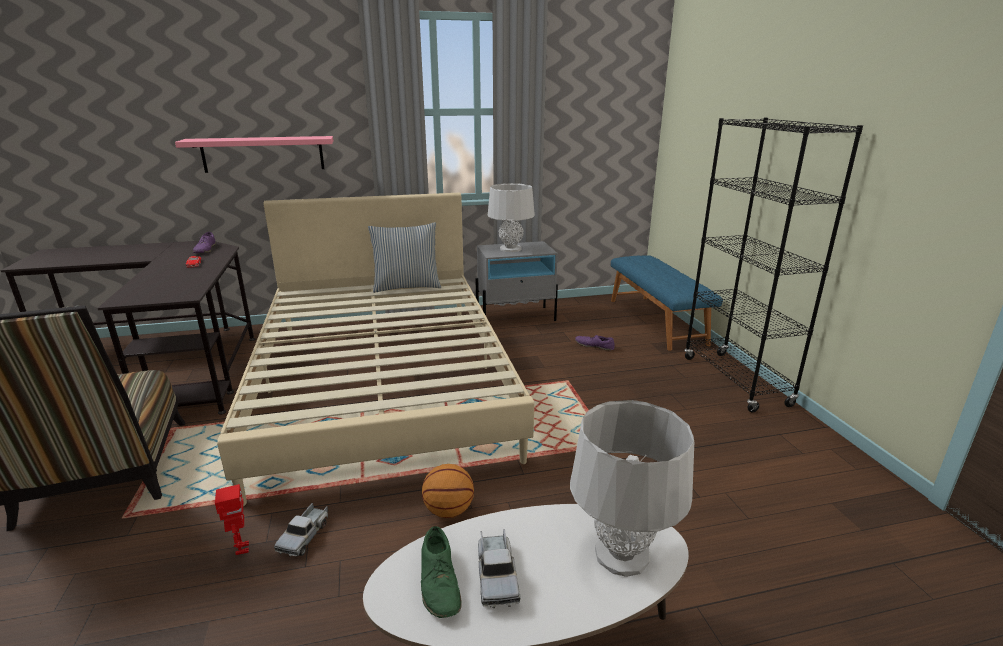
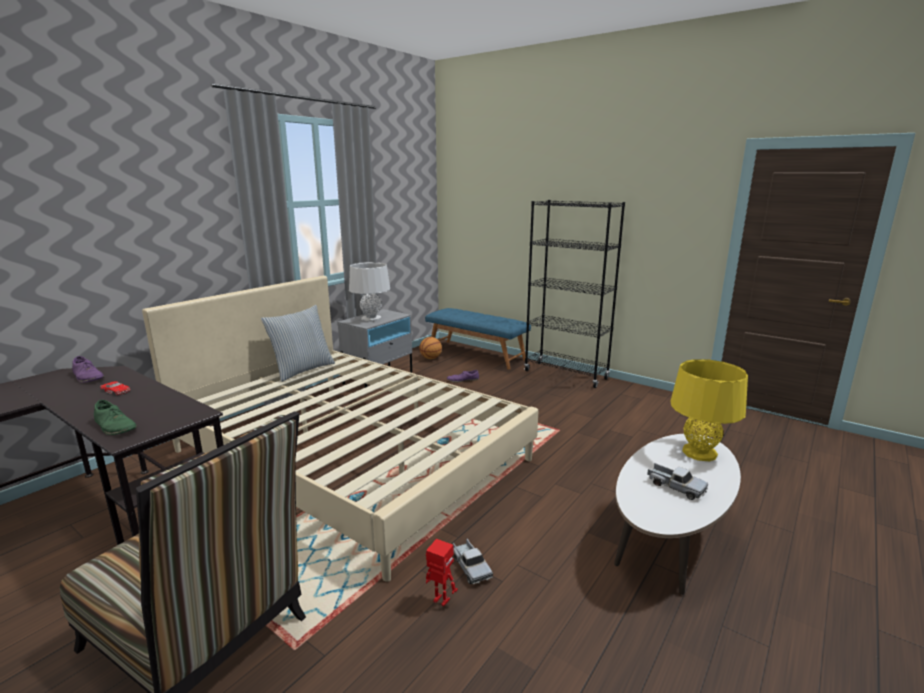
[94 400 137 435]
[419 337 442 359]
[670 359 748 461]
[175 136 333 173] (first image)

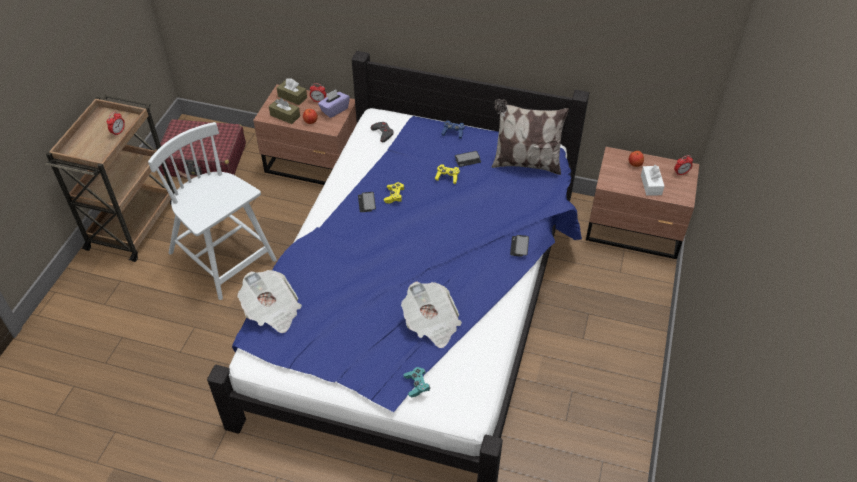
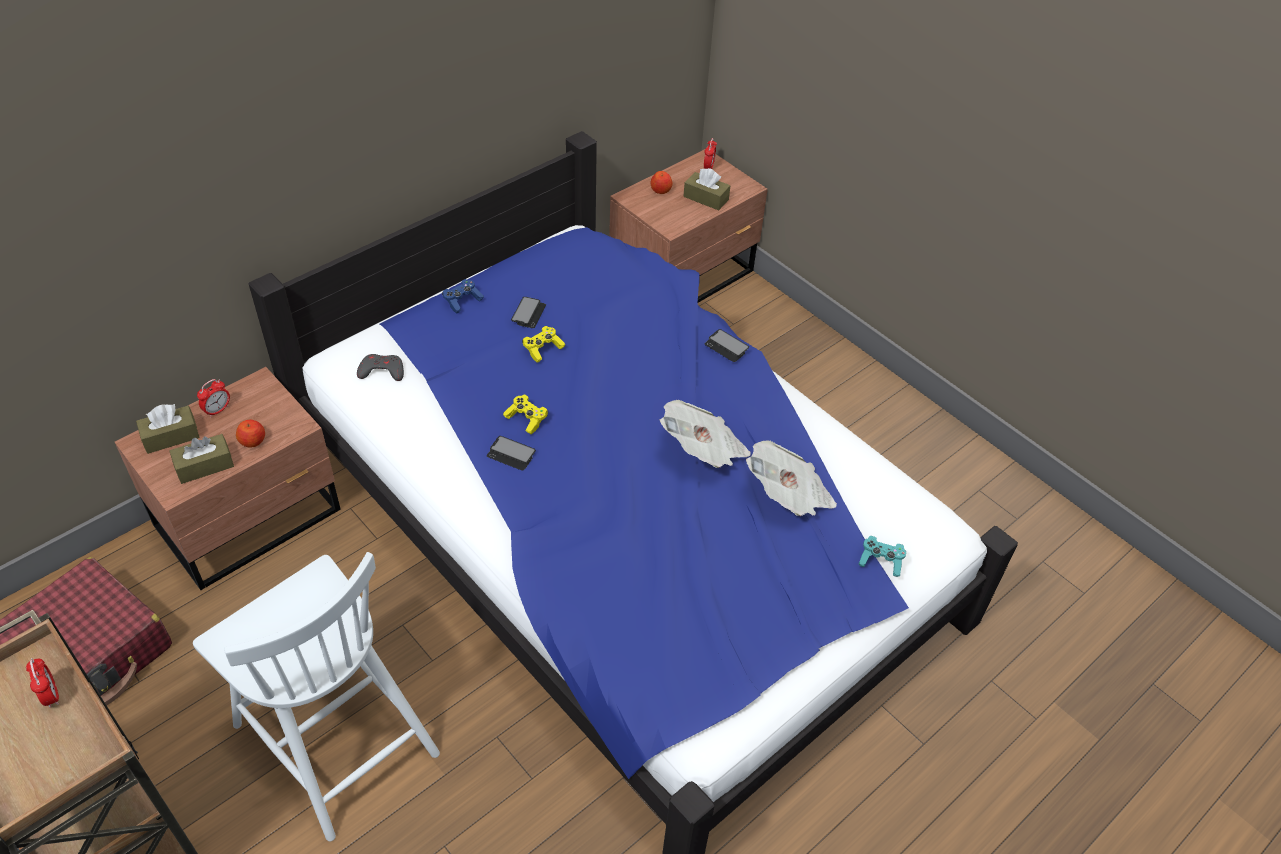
[193 552 440 841]
[660 400 750 468]
[684 168 730 211]
[318 89 350 118] (first image)
[491 99 569 175] (first image)

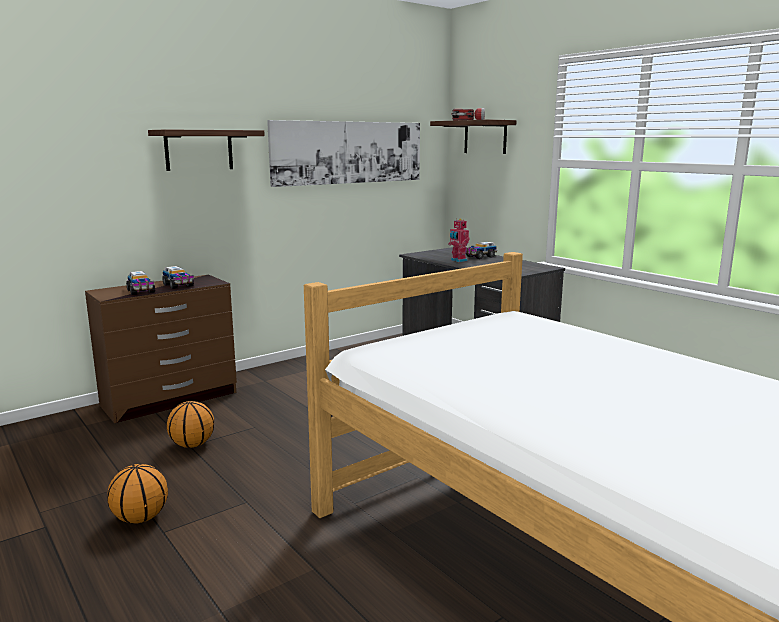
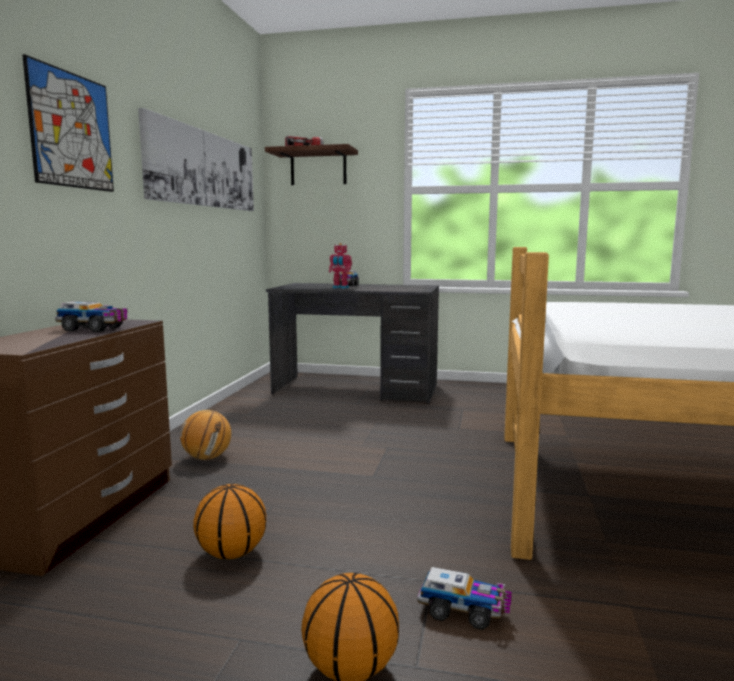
[22 54 114 192]
[180 410 231 460]
[417 567 511 630]

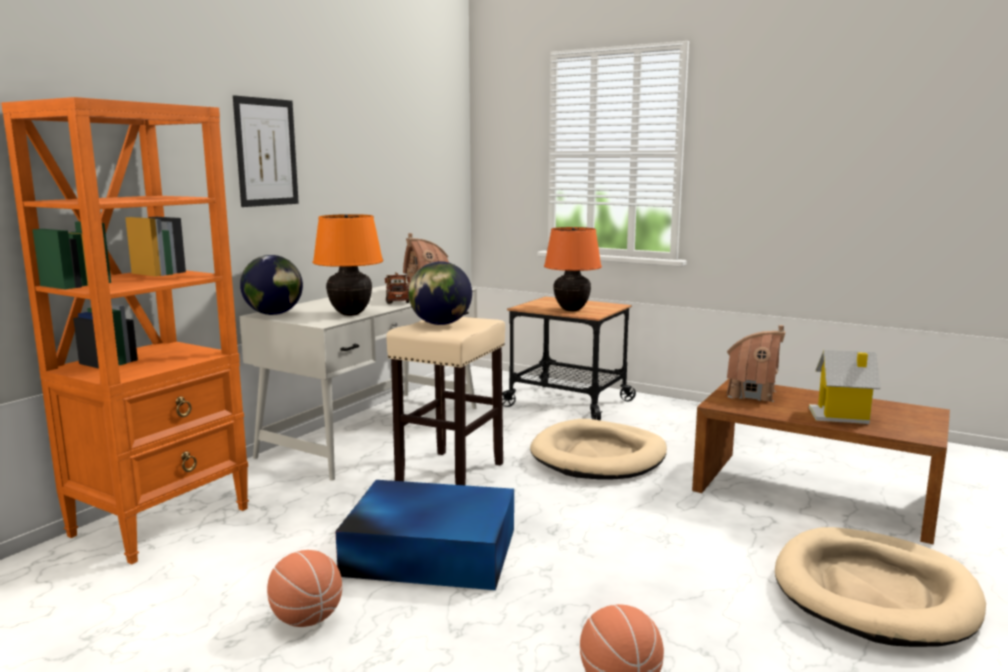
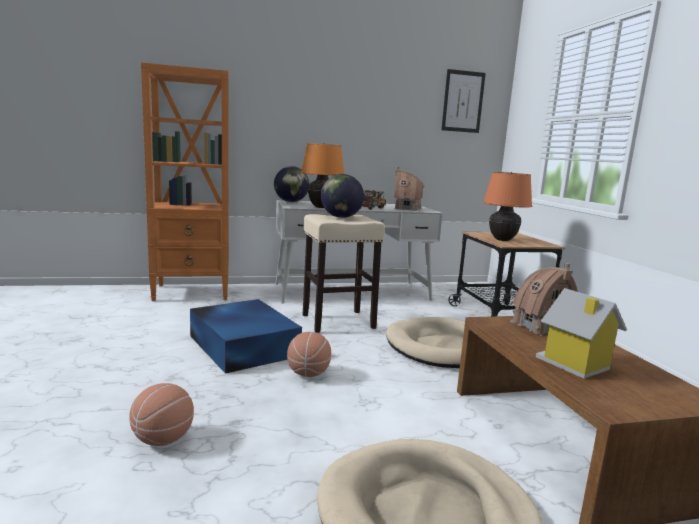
[287 332 331 377]
[441 69 486 133]

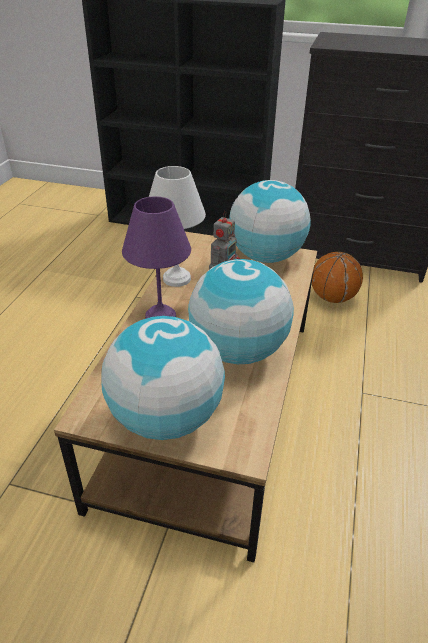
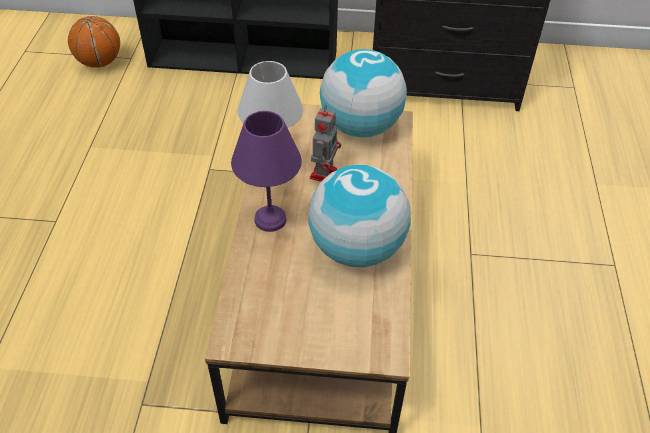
[68 16 120 68]
[102 316 225 440] (first image)

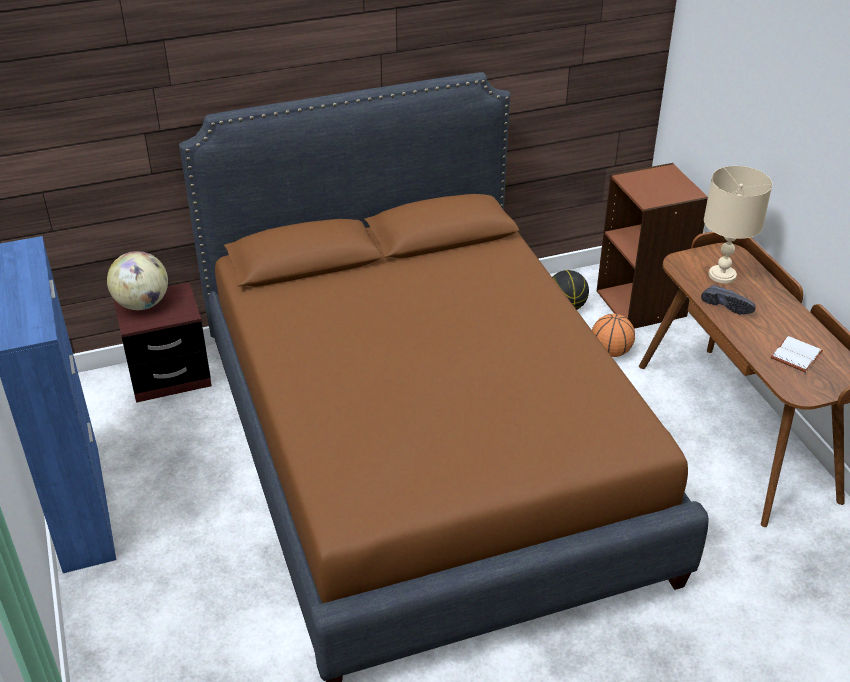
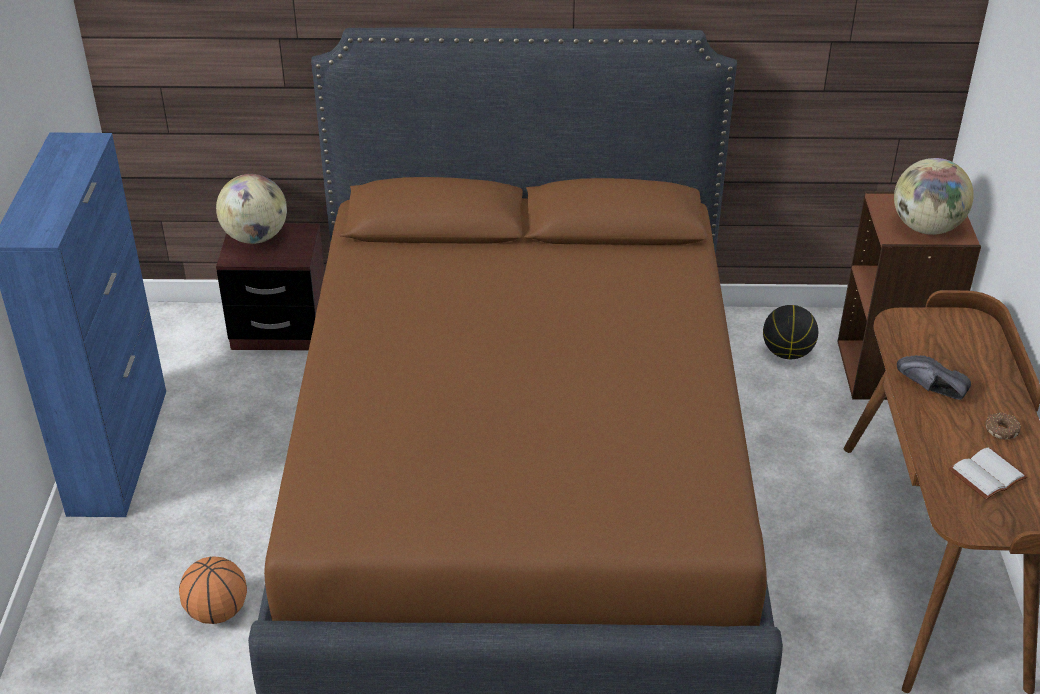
[179 556 247 624]
[894 158 974 235]
[897 355 971 400]
[985 412 1021 440]
[704 166 772 284] (first image)

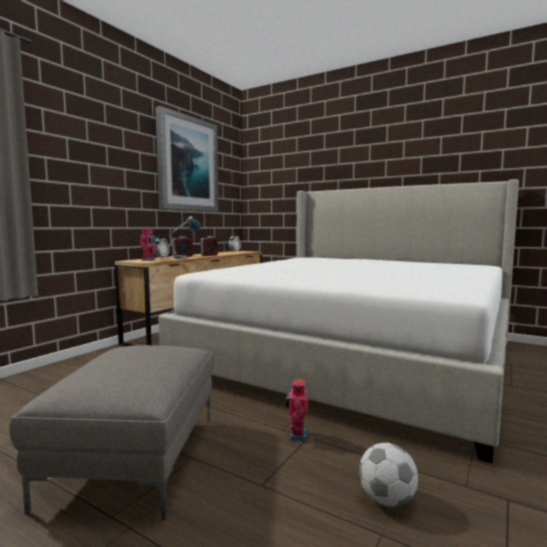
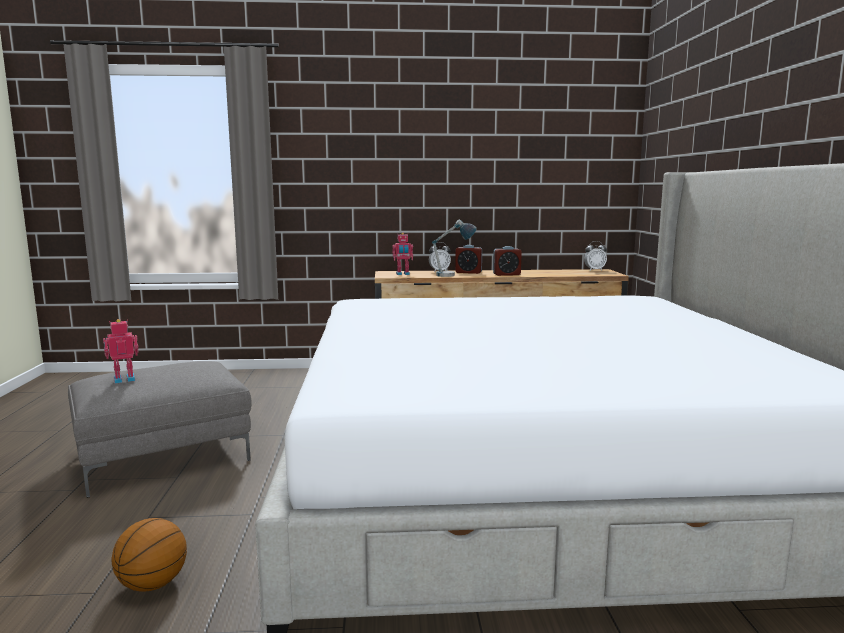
[103 319 139 383]
[112 518 187 592]
[155 106 219 211] (first image)

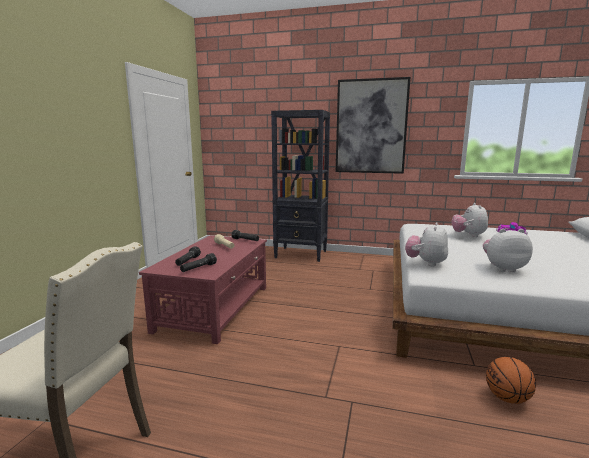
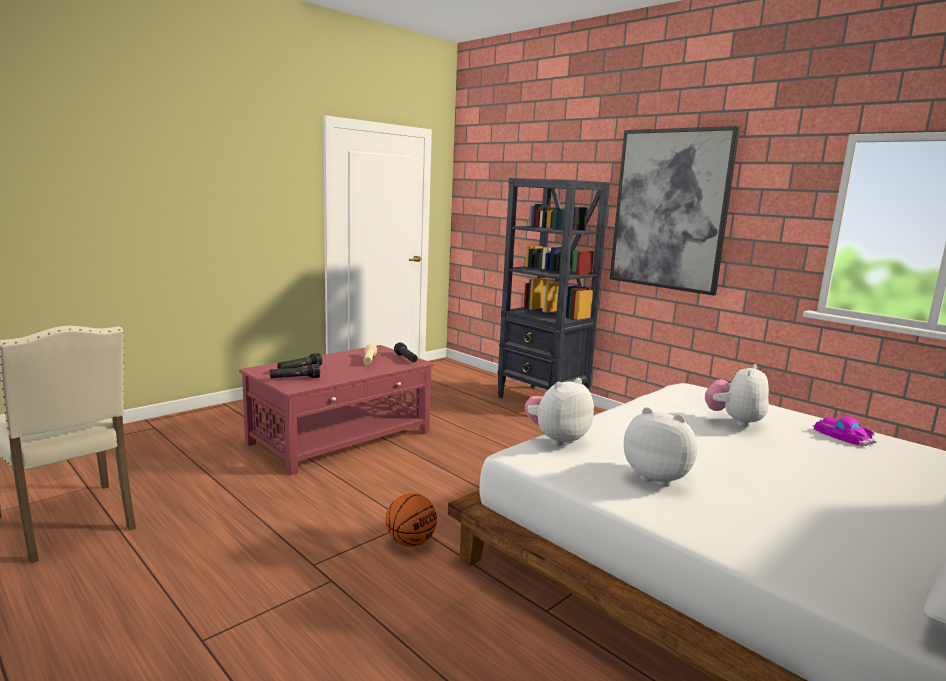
[385 493 437 547]

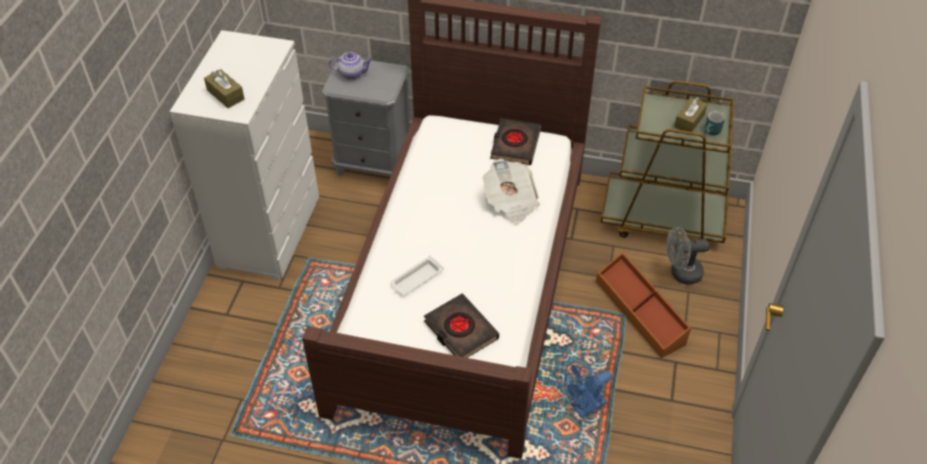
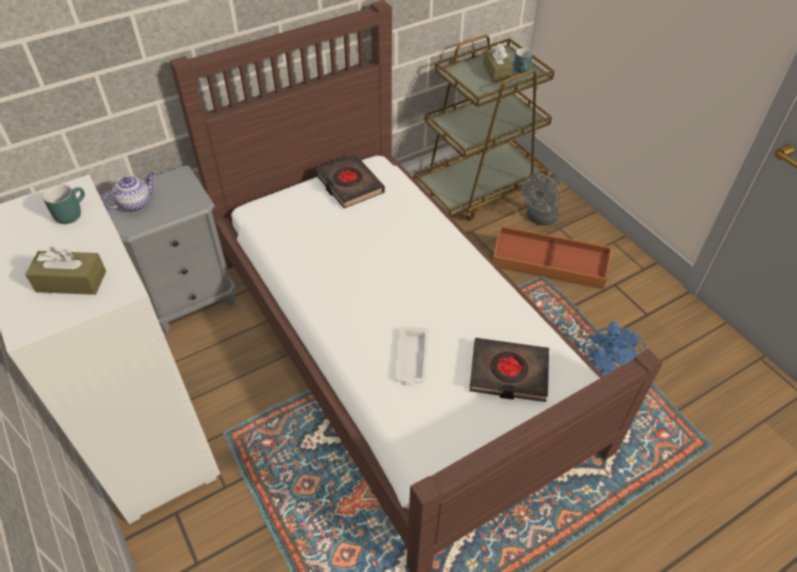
[43 184 85 224]
[483 159 540 225] (first image)

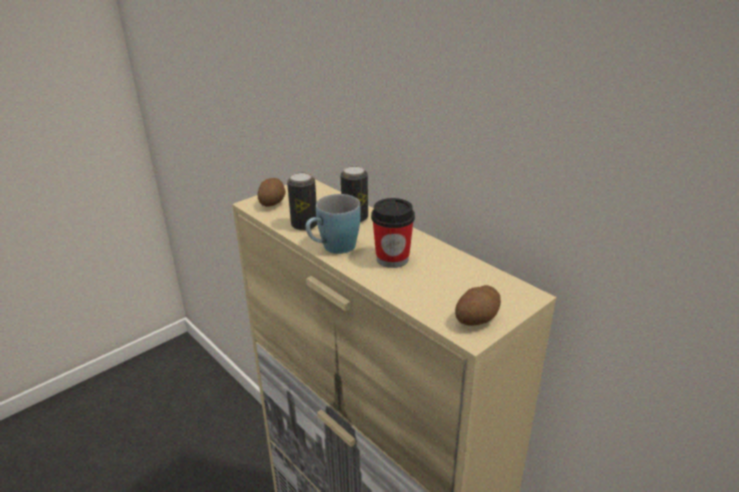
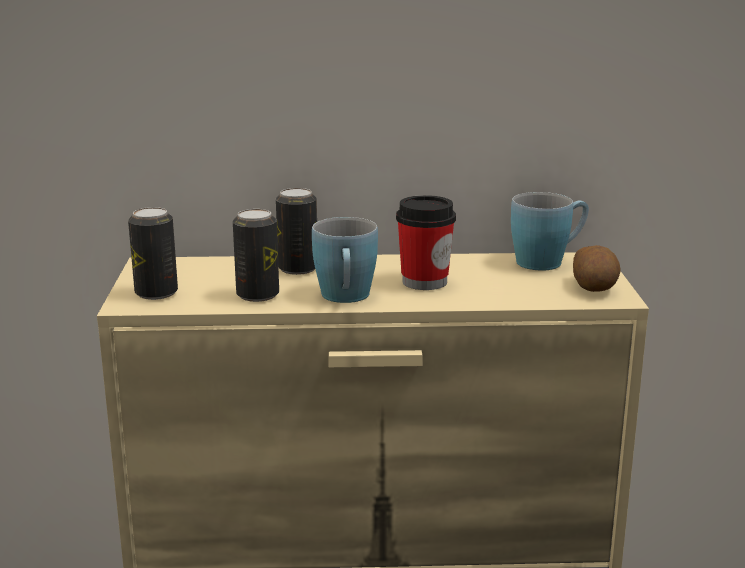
[128 207 178 300]
[511 192 589 271]

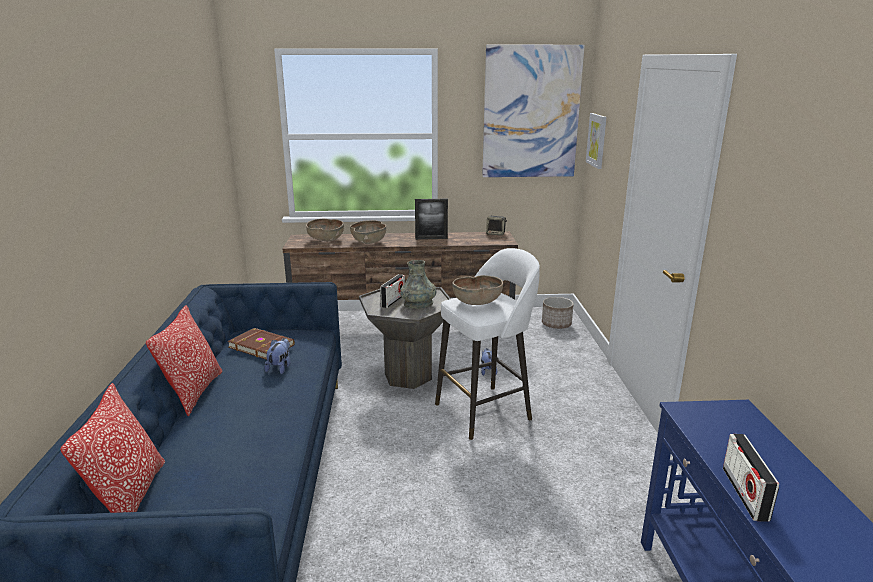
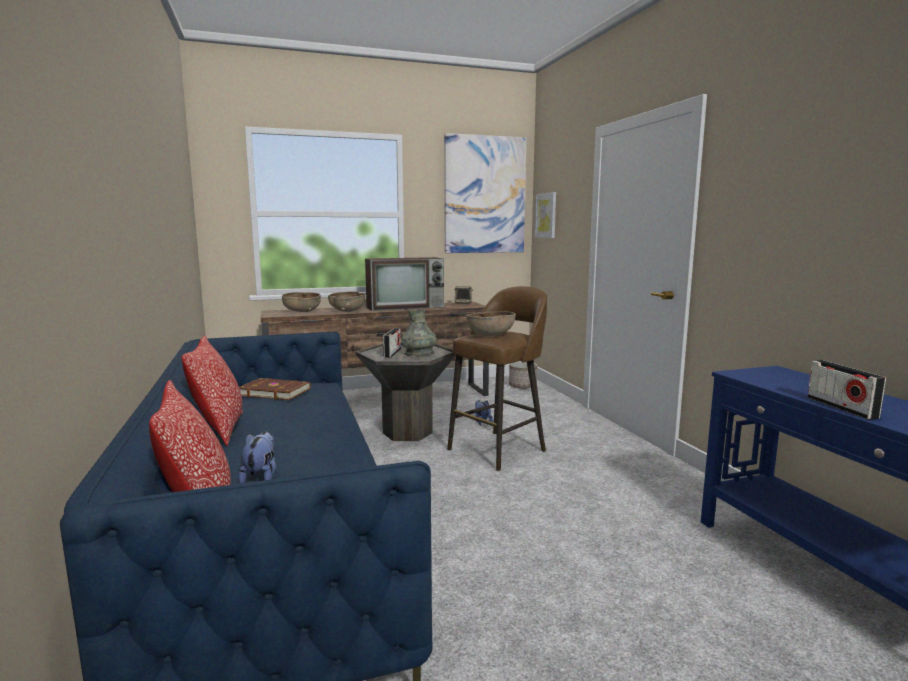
[238 431 276 483]
[365 257 444 311]
[447 286 547 471]

